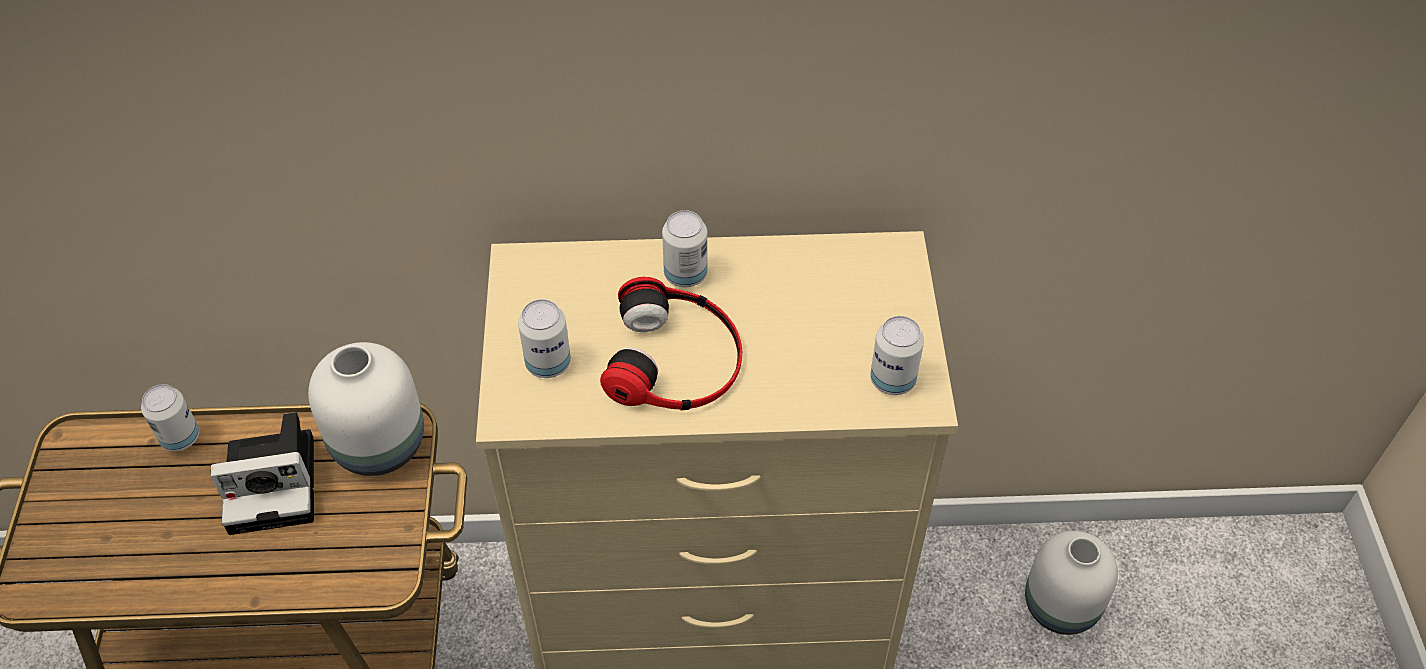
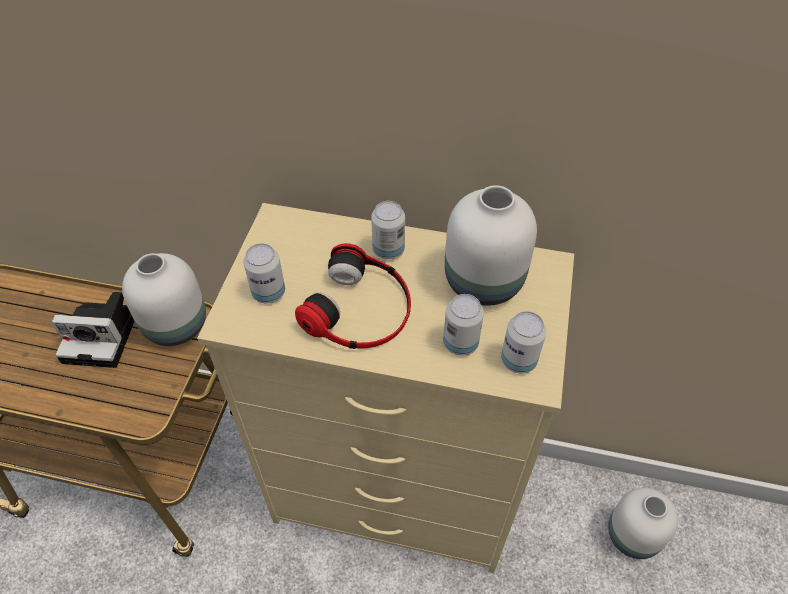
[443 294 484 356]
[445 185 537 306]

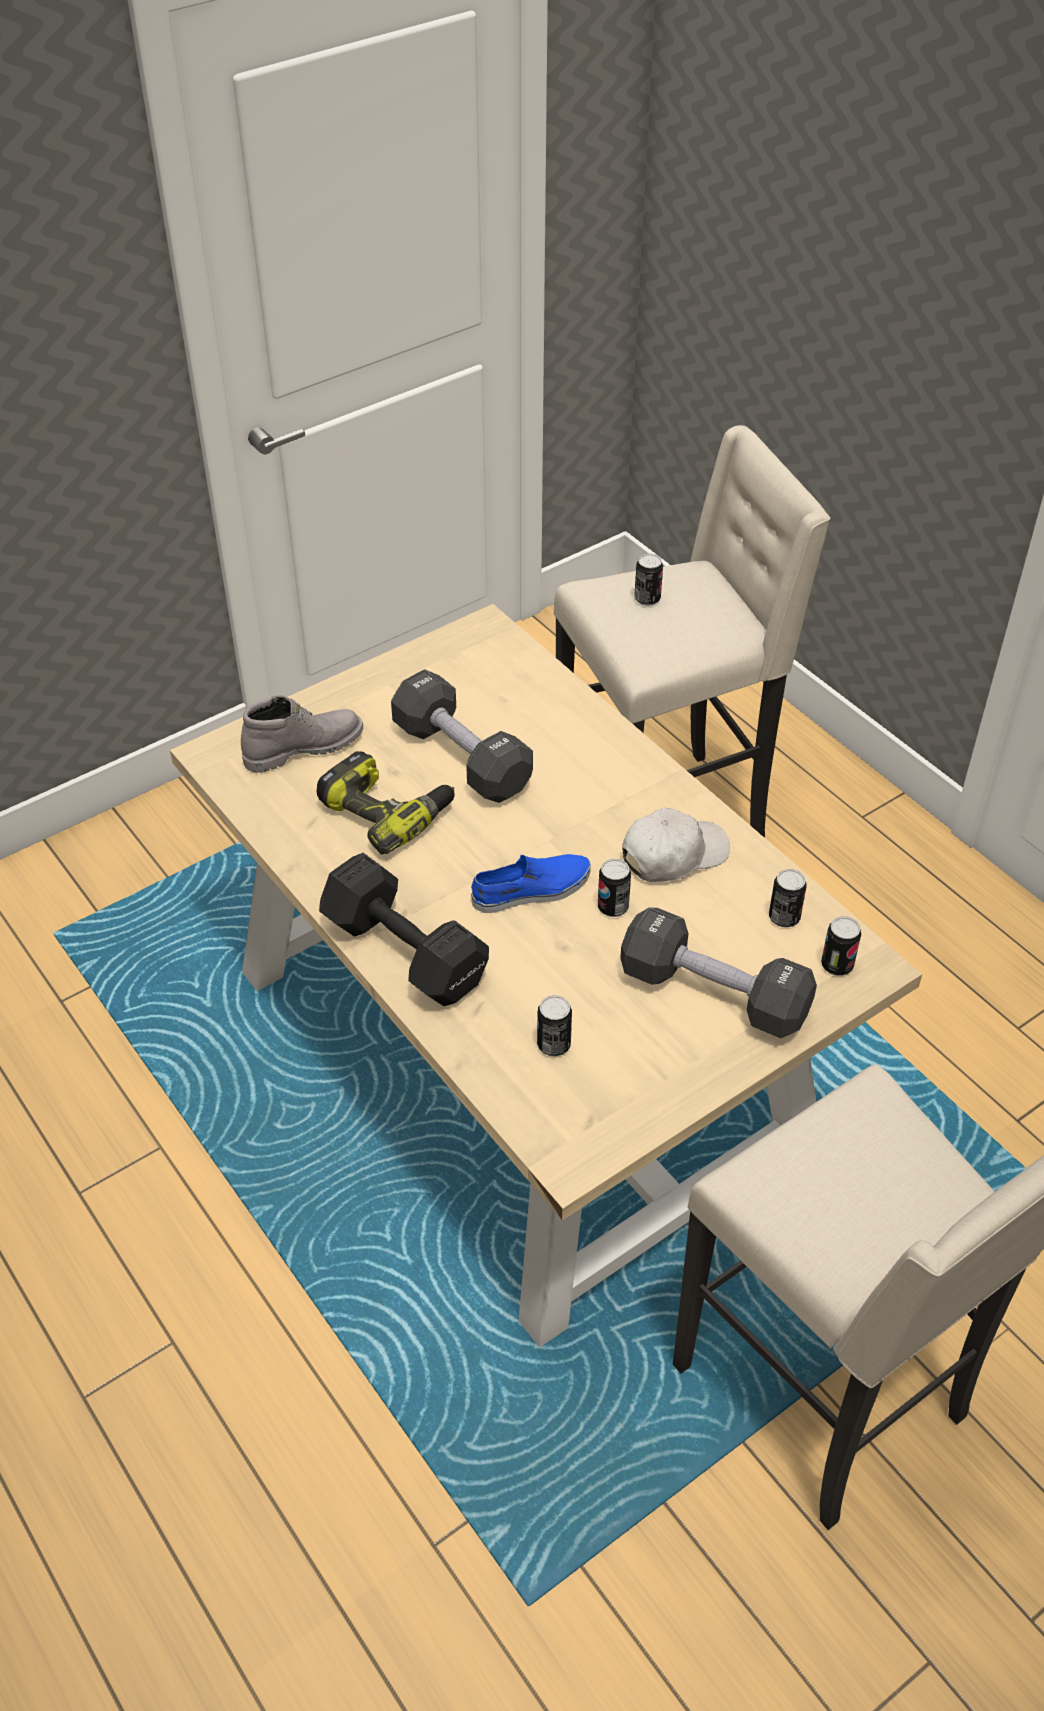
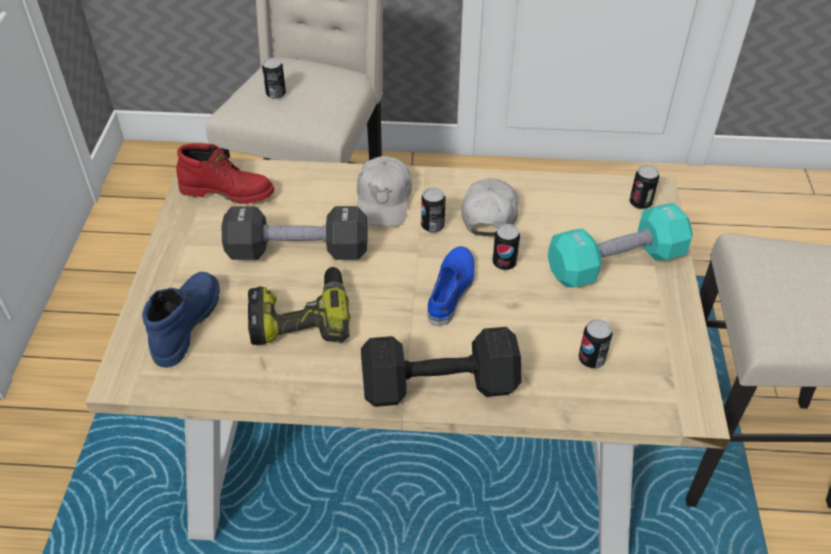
[142 272 220 368]
[176 143 274 204]
[357 156 412 227]
[421 188 445 233]
[548 203 693 287]

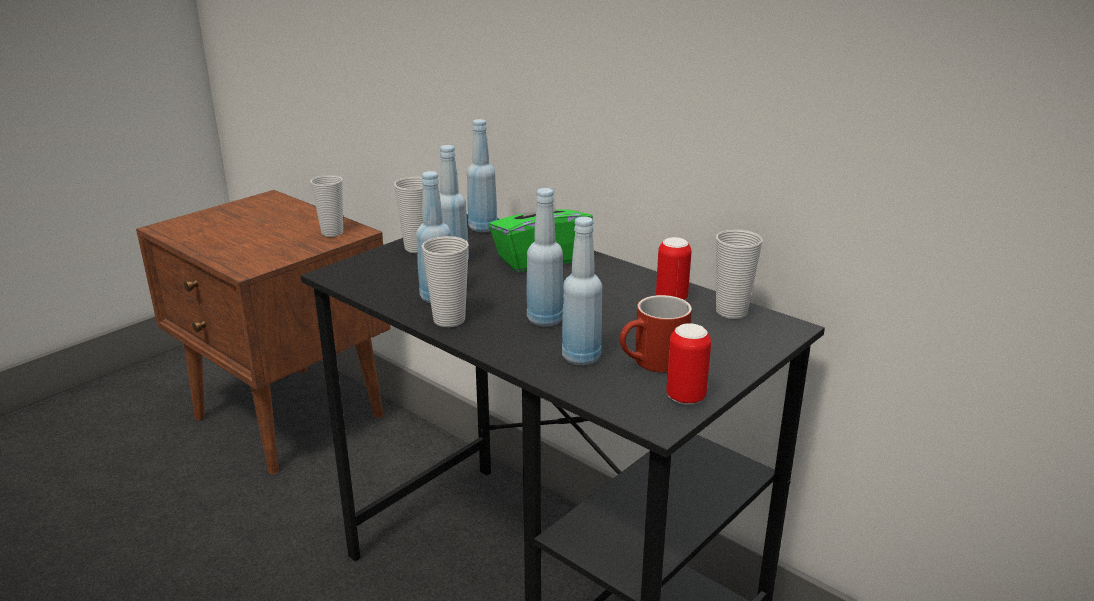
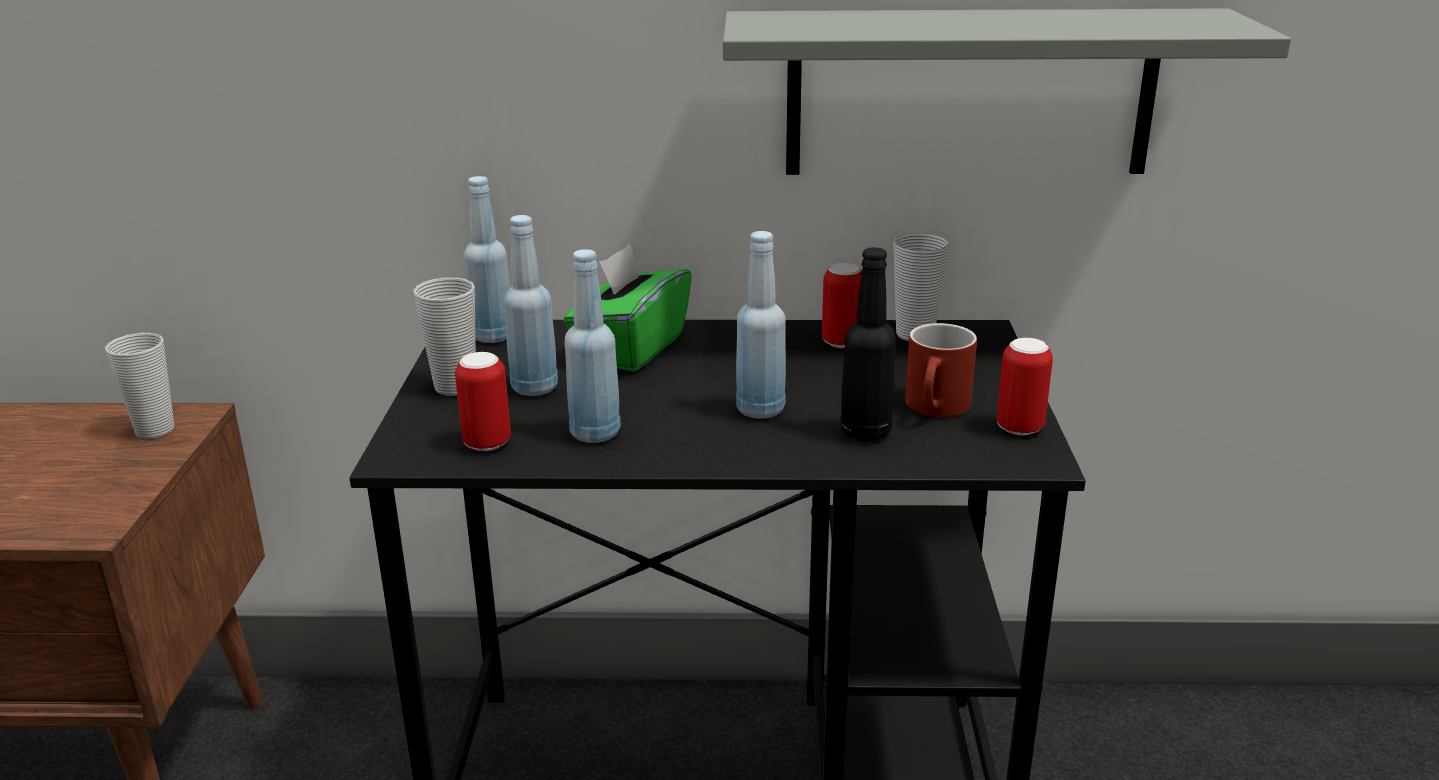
[455 352 511 451]
[723 8 1291 175]
[840 247 896 441]
[422 236 469 327] (first image)

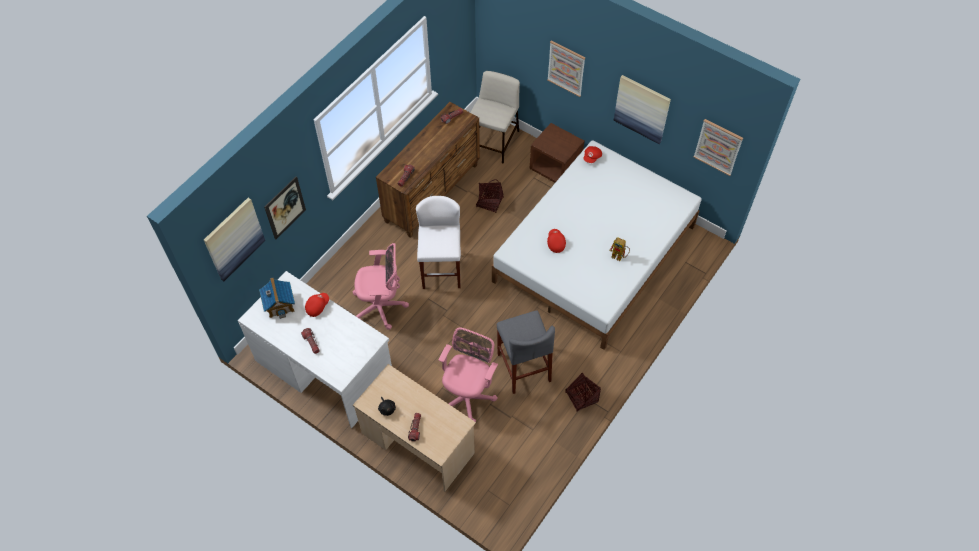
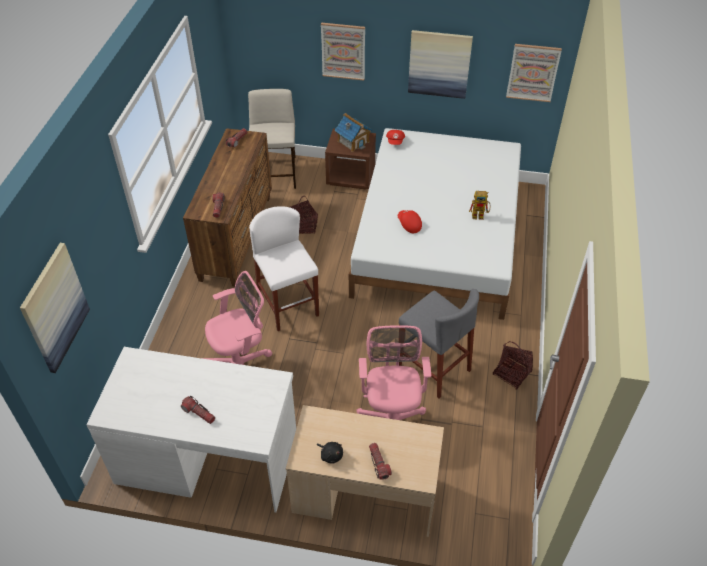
[334 113 372 152]
[264 176 306 240] (first image)
[305 293 329 317] (first image)

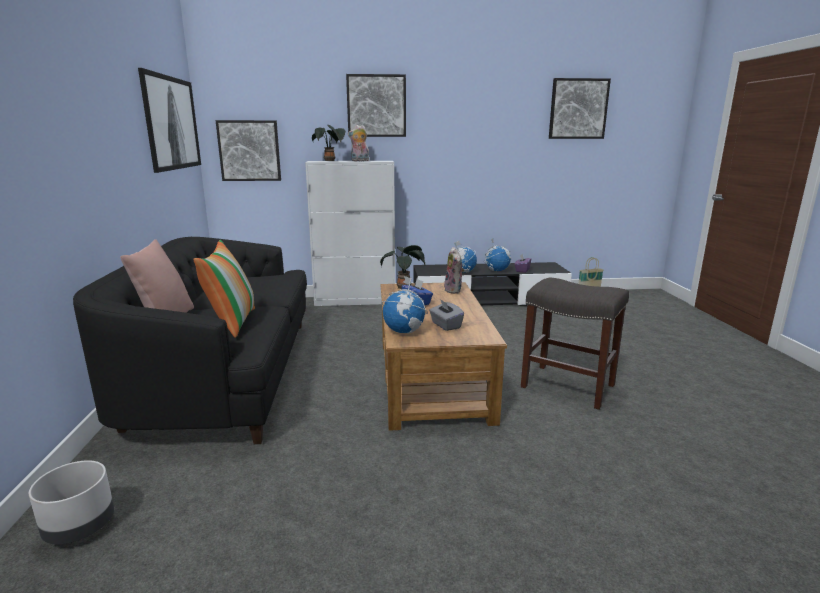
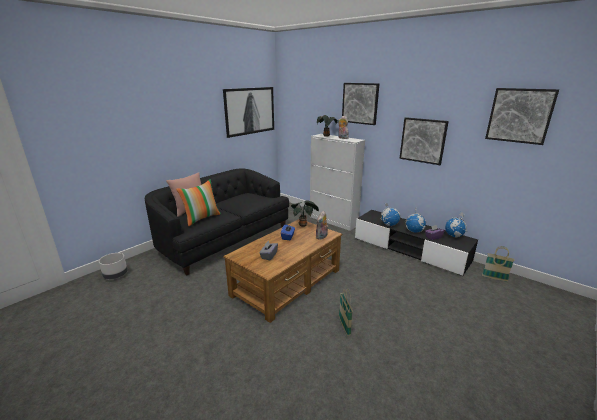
[339 289 353 336]
[399 117 449 165]
[445 212 467 238]

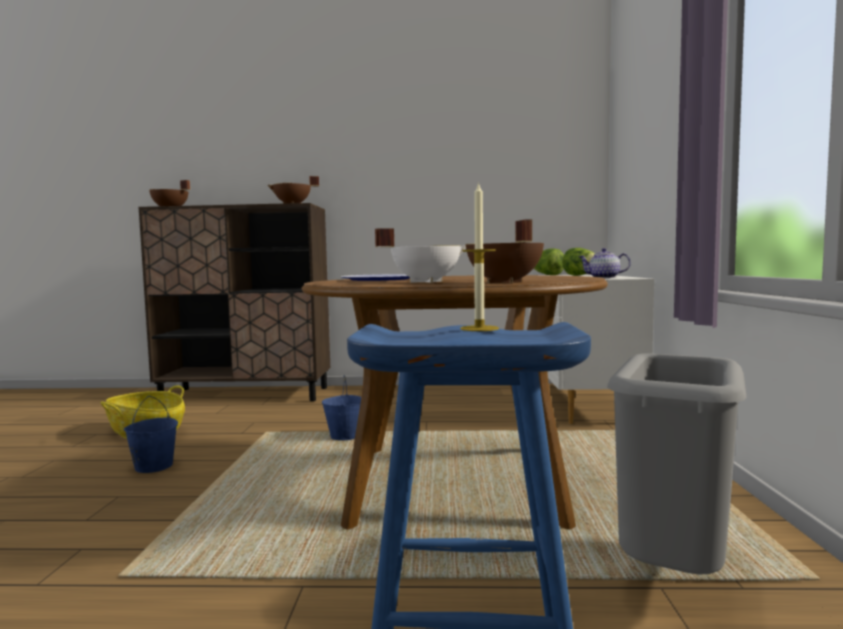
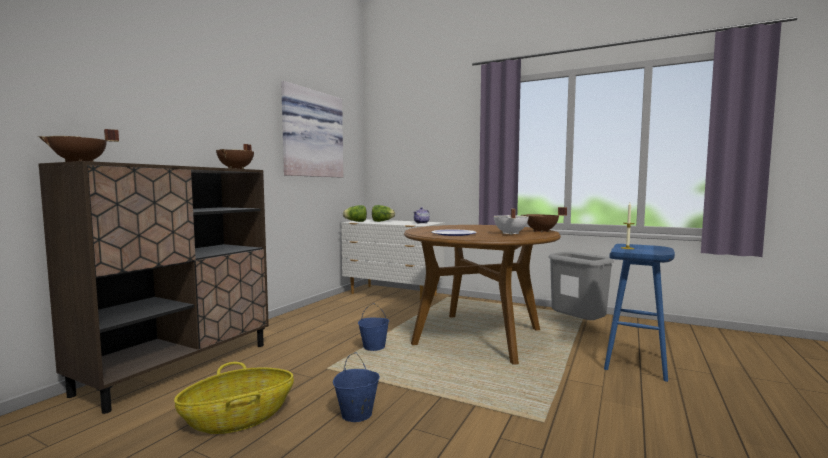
[281 81 343 178]

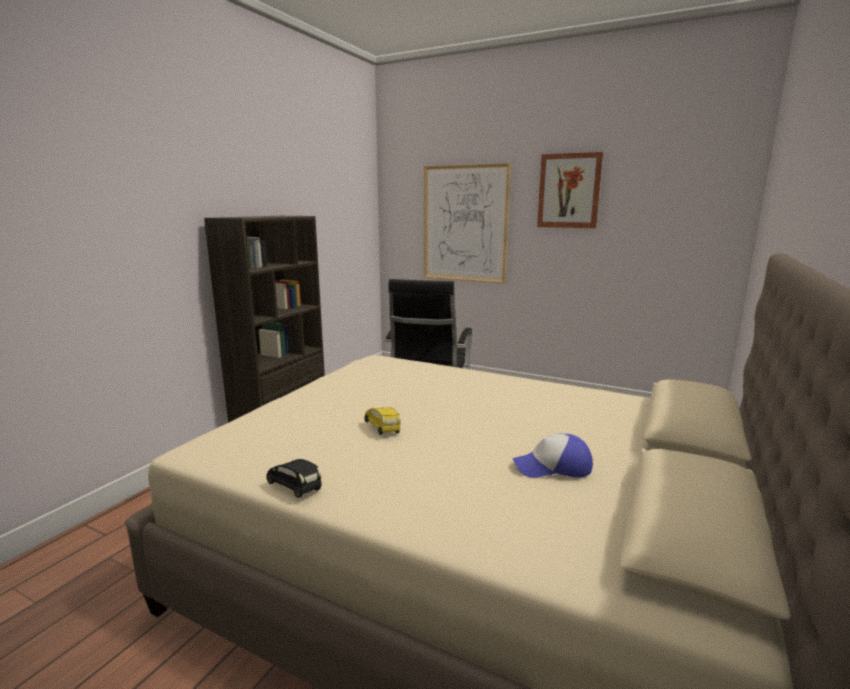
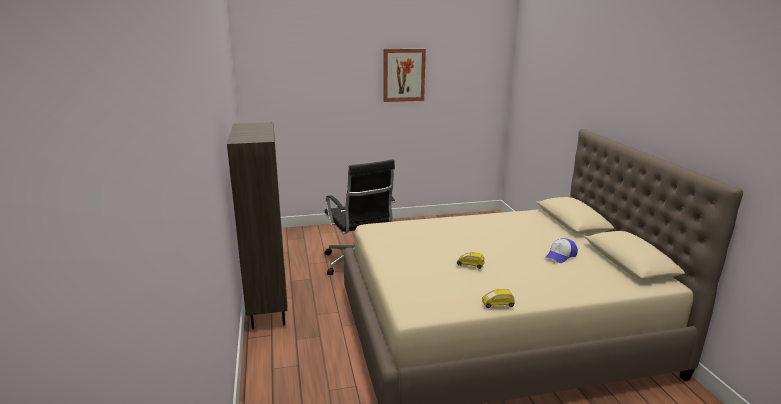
[482 289 515 308]
[424 163 511 283] (first image)

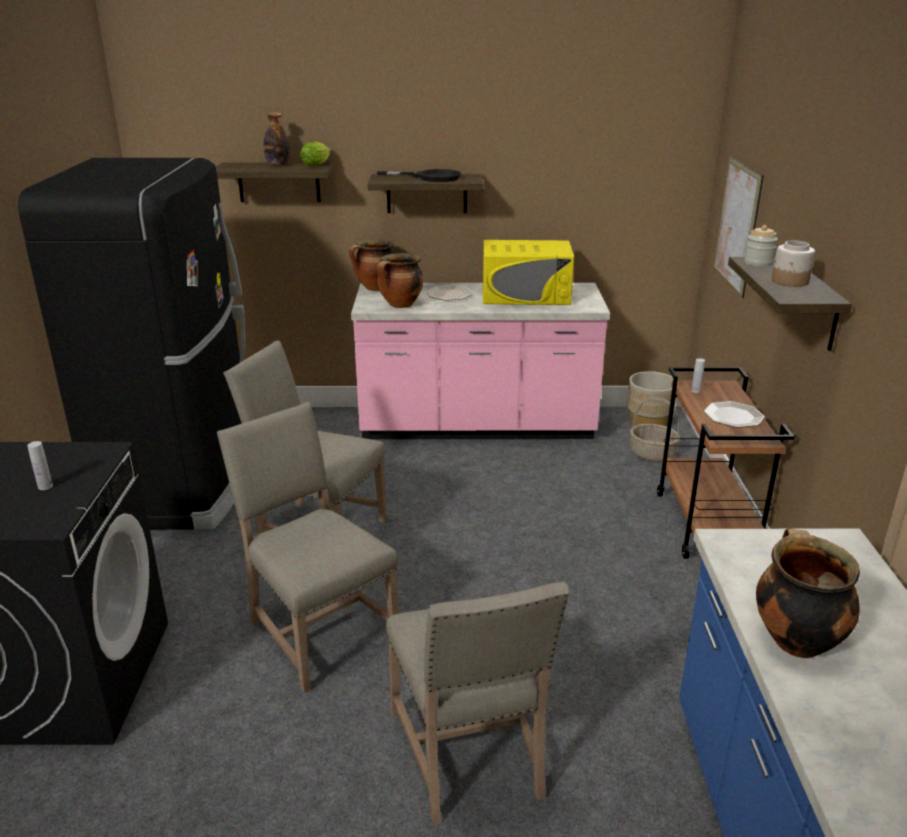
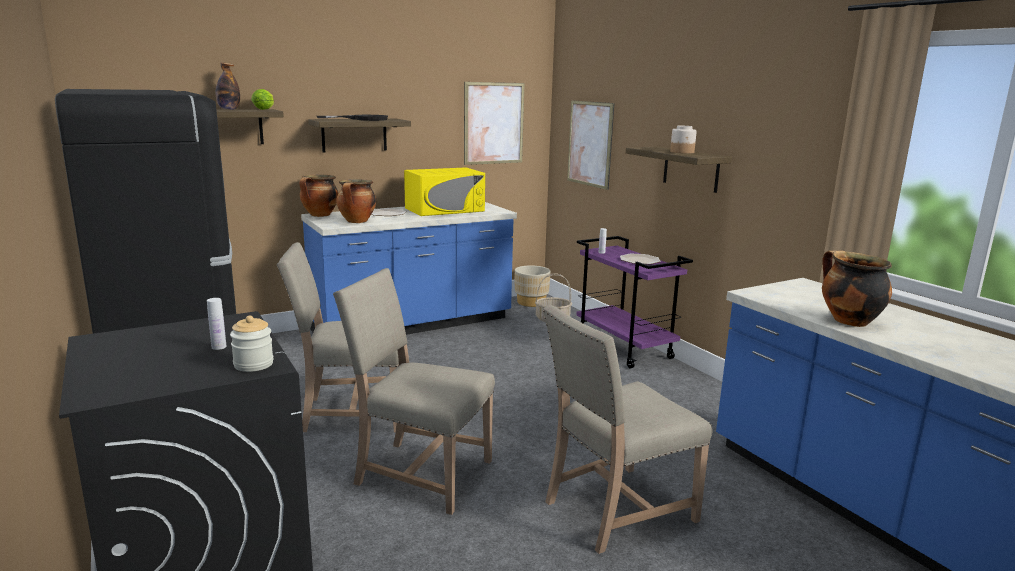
[230 315 274 372]
[301 202 517 335]
[464 82 525 165]
[543 305 712 554]
[576 236 693 368]

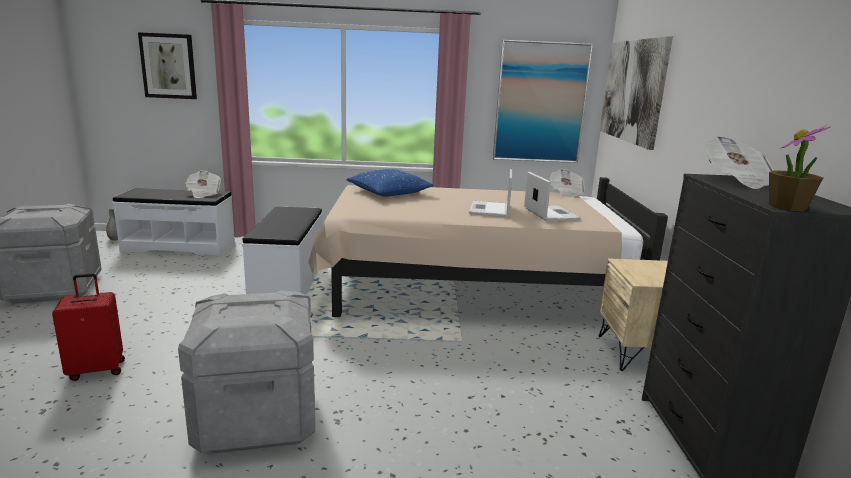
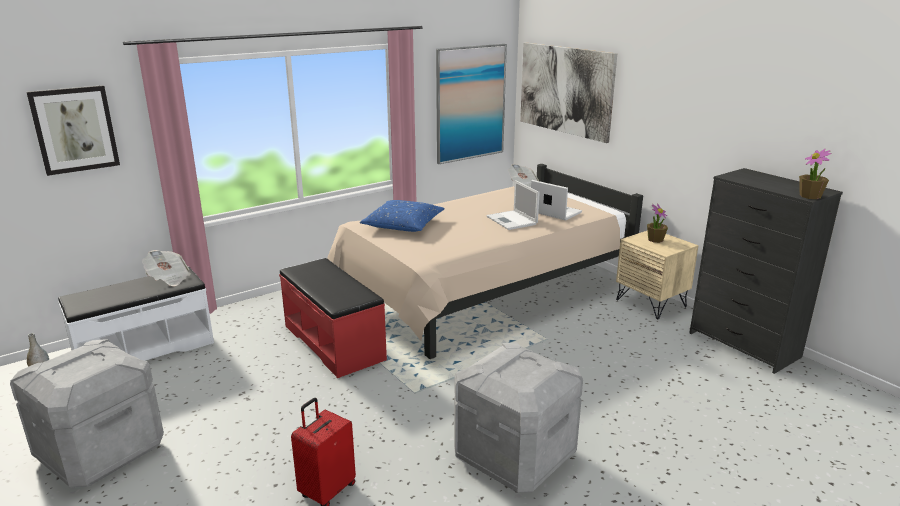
[279 258 387 378]
[647 203 668 243]
[705 136 774 189] (first image)

